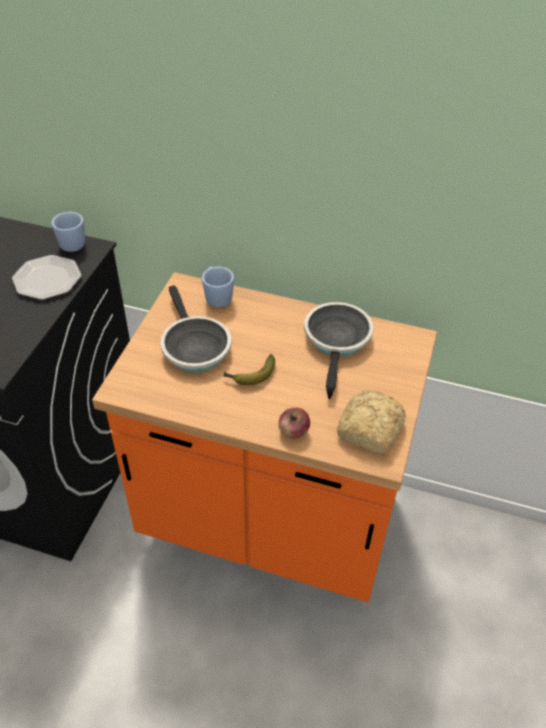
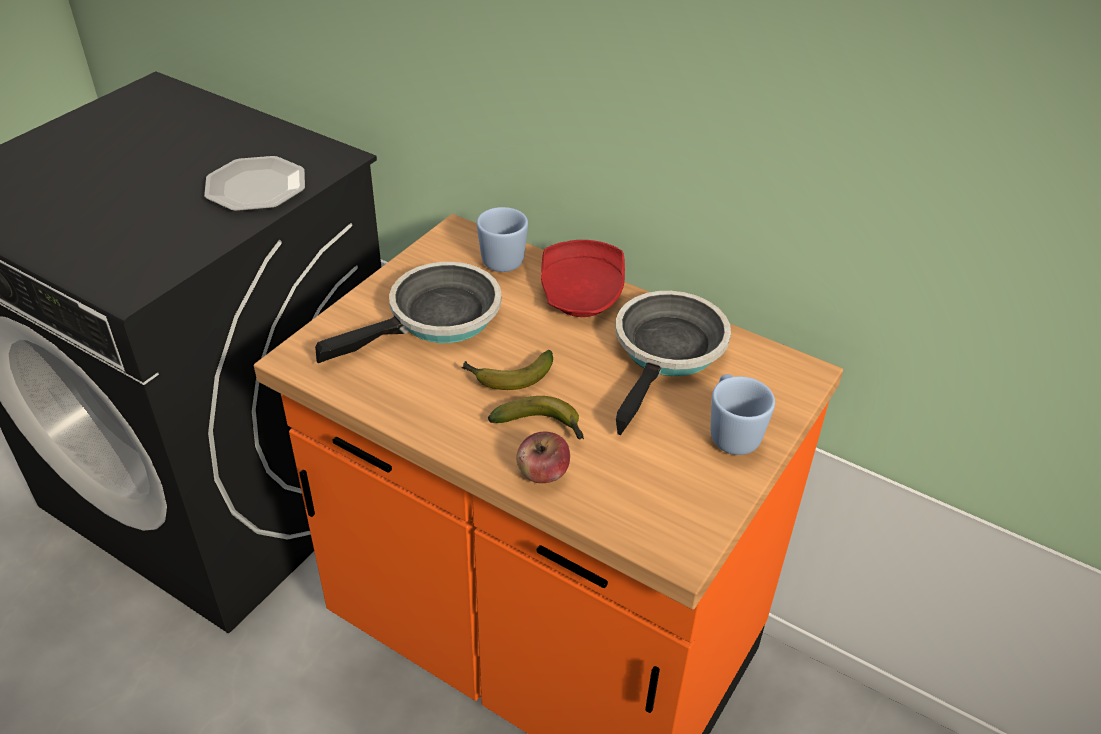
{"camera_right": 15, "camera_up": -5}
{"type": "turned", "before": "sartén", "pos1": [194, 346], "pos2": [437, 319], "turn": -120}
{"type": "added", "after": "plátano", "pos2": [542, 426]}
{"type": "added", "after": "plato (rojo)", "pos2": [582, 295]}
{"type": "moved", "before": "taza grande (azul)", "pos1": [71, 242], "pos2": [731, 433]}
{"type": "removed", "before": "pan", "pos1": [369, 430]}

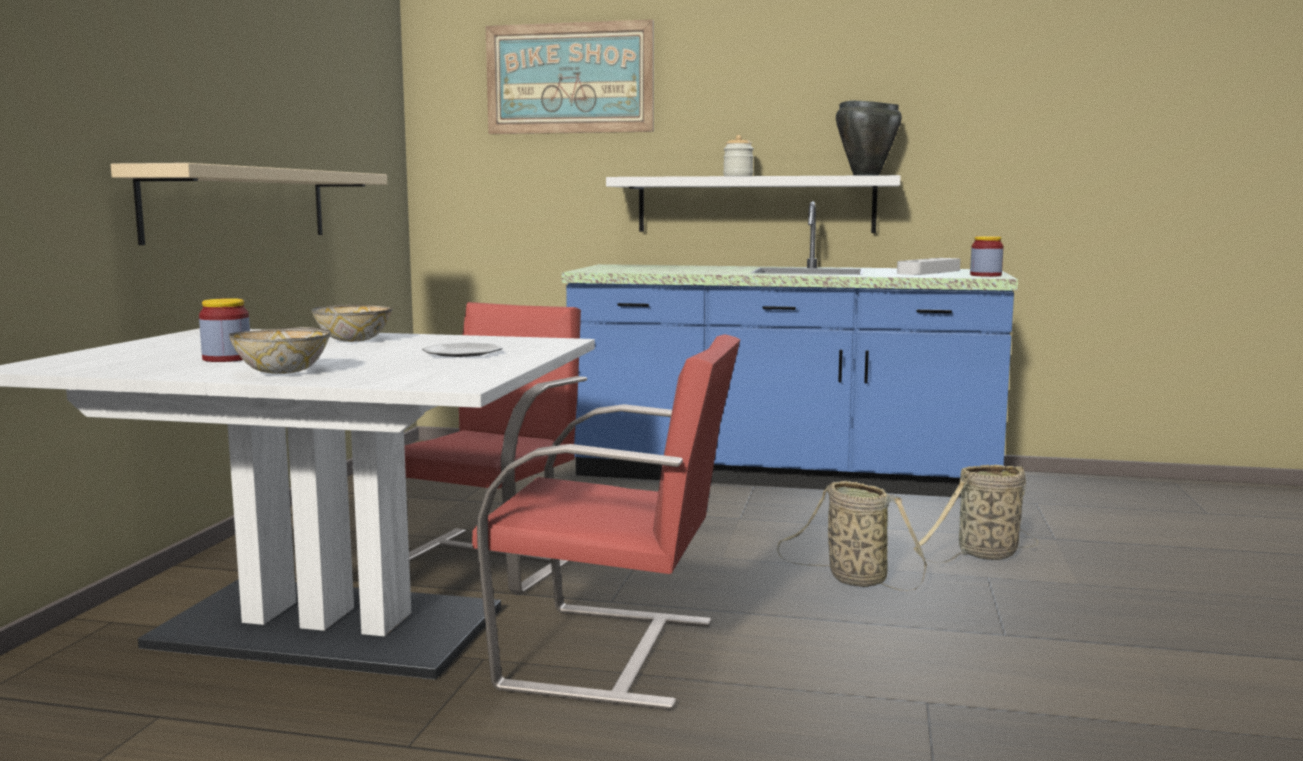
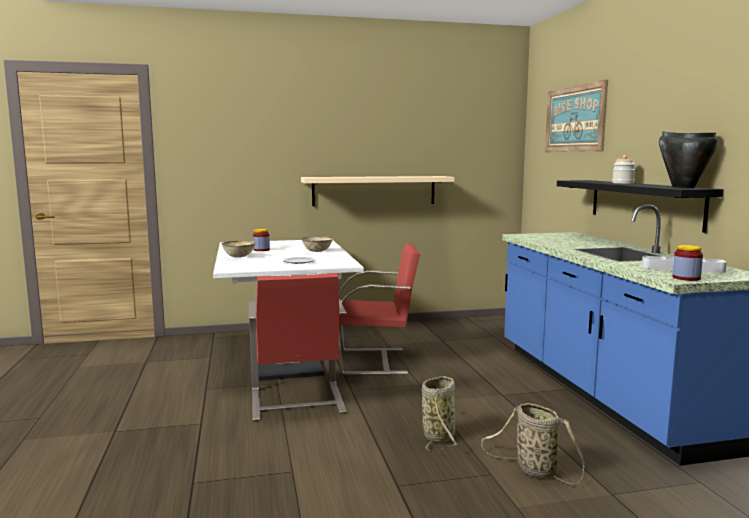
{"camera_right": 65, "camera_up": 0}
{"type": "recoloured", "before": "estante (blanco)", "after": "estante (negro)", "pos1": [755, 205], "pos2": [643, 203]}

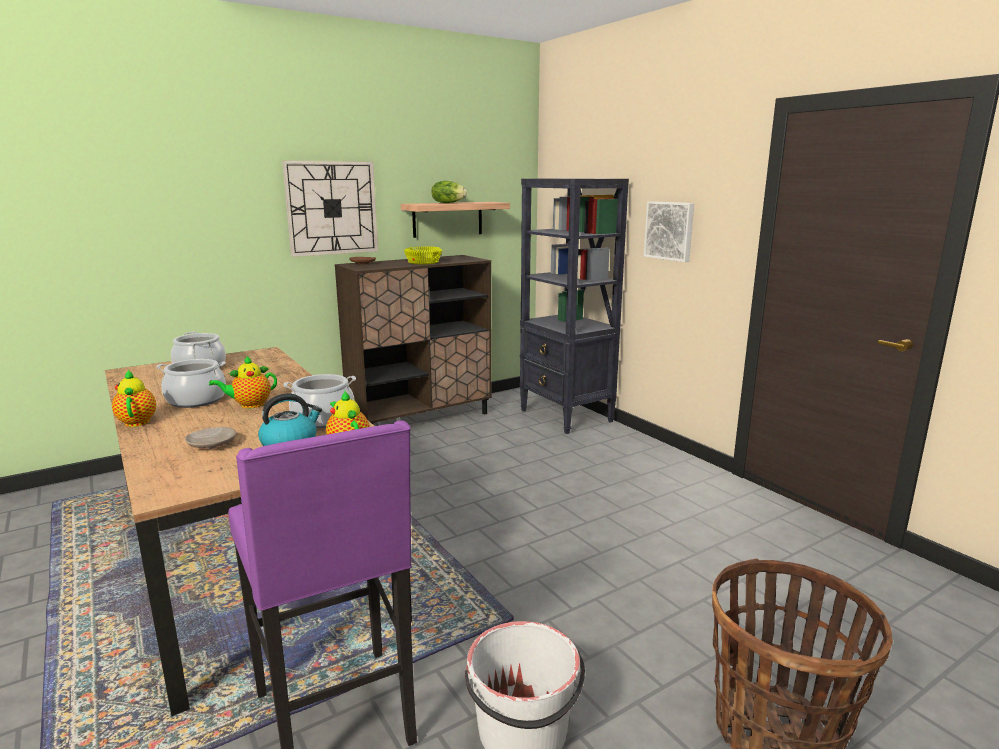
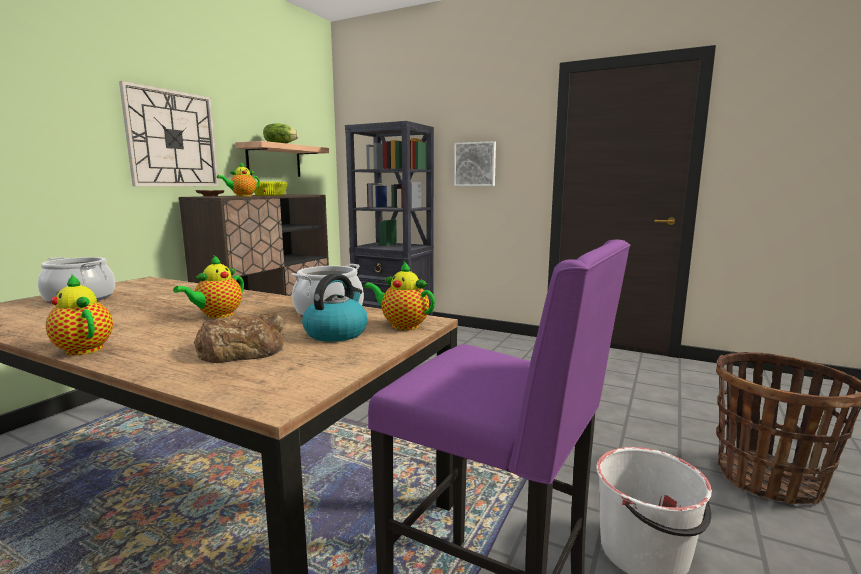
{"camera_right": -30, "camera_up": -5}
{"type": "replaced", "before": "plato (beis)", "after": "pan", "pos1": [212, 444], "pos2": [242, 349]}
{"type": "added", "after": "tetera", "pos2": [242, 196]}
{"type": "removed", "before": "olla", "pos1": [196, 400]}

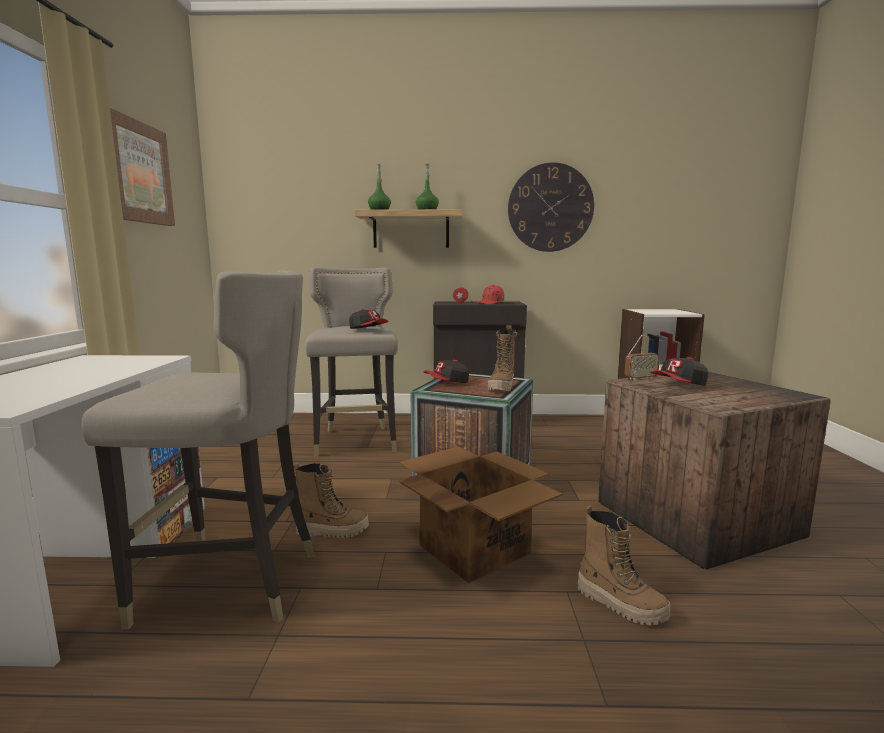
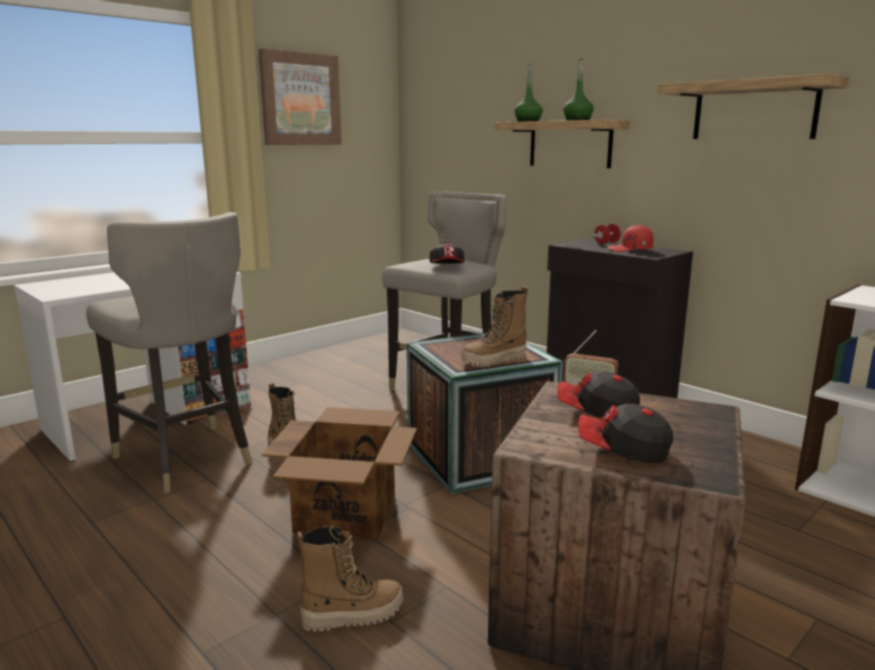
{"camera_right": 45, "camera_up": 5}
{"type": "turned", "before": "bota", "pos1": [620, 604], "pos2": [353, 615], "turn": -105}
{"type": "moved", "before": "gorra", "pos1": [447, 383], "pos2": [622, 450]}
{"type": "replaced", "before": "reloj de pared", "after": "estante", "pos1": [550, 208], "pos2": [754, 110]}

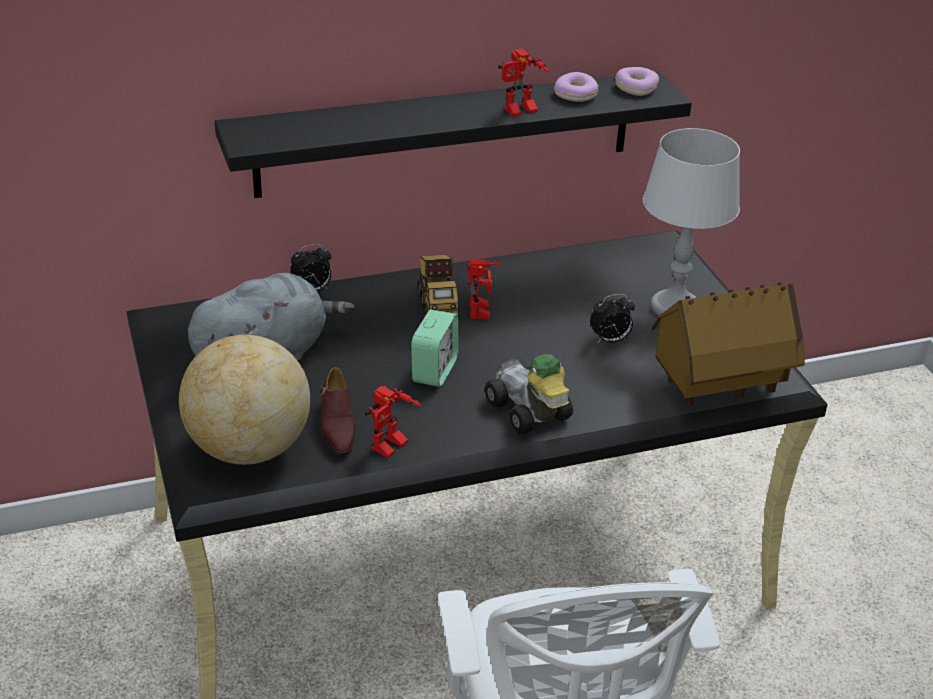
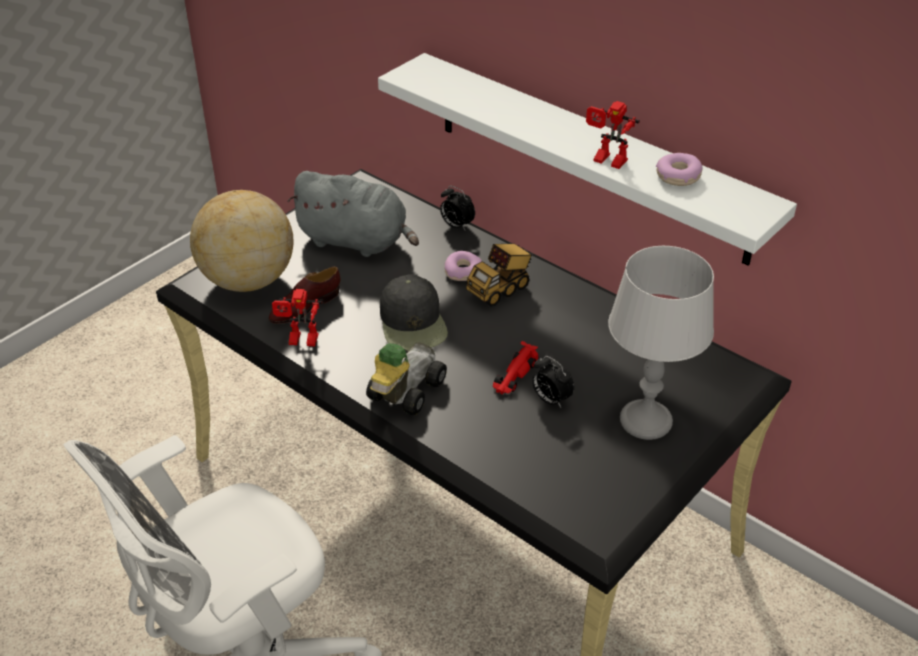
{"camera_right": 60, "camera_up": 5}
{"type": "recoloured", "before": "estante (negro)", "after": "estante (blanco)", "pos1": [446, 134], "pos2": [589, 156]}
{"type": "replaced", "before": "despertador", "after": "gorra (negro)", "pos1": [434, 371], "pos2": [413, 323]}
{"type": "moved", "before": "rosquilla", "pos1": [635, 88], "pos2": [463, 272]}
{"type": "added", "after": "coche de juguete (rojo)", "pos2": [514, 375]}
{"type": "removed", "before": "robot de juguete", "pos1": [483, 312]}
{"type": "removed", "before": "casita", "pos1": [720, 387]}

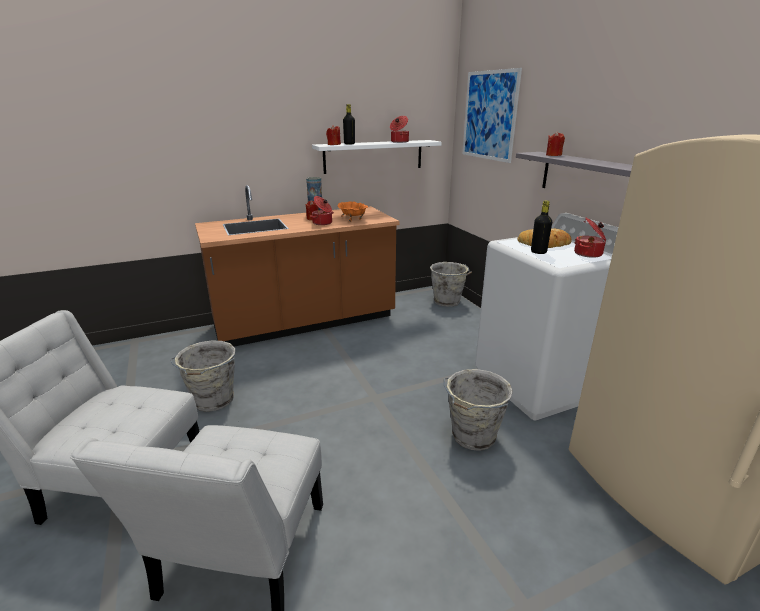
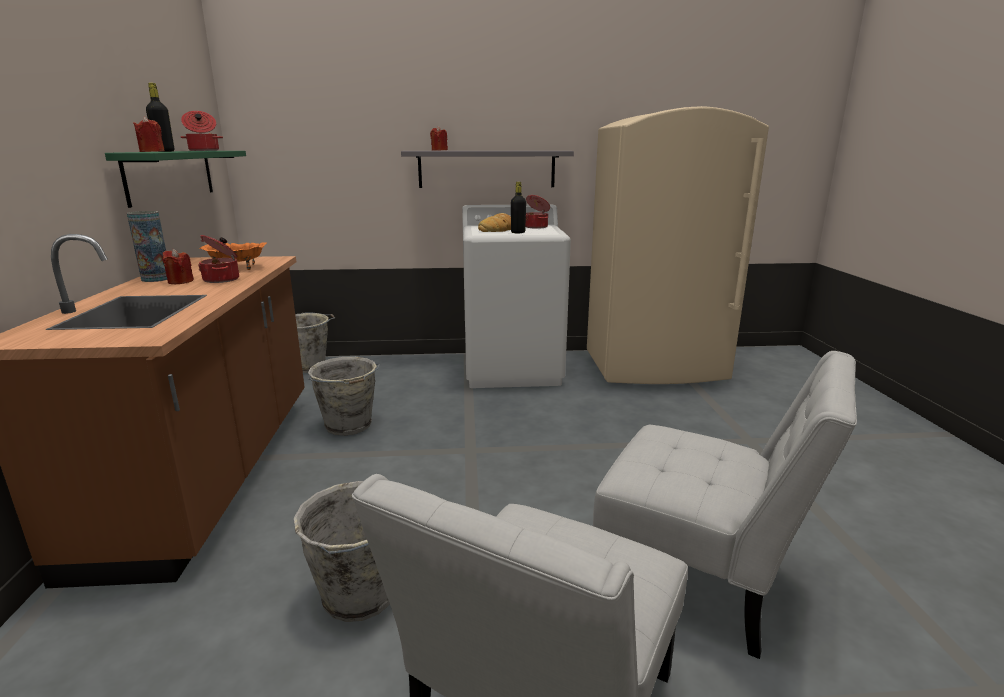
{"camera_right": -70, "camera_up": -5}
{"type": "recoloured", "before": "estante (blanco)", "after": "estante (verde)", "pos1": [373, 156], "pos2": [171, 175]}
{"type": "moved", "before": "cubo (gris)", "pos1": [472, 437], "pos2": [349, 426]}
{"type": "removed", "before": "cuadro", "pos1": [489, 115]}

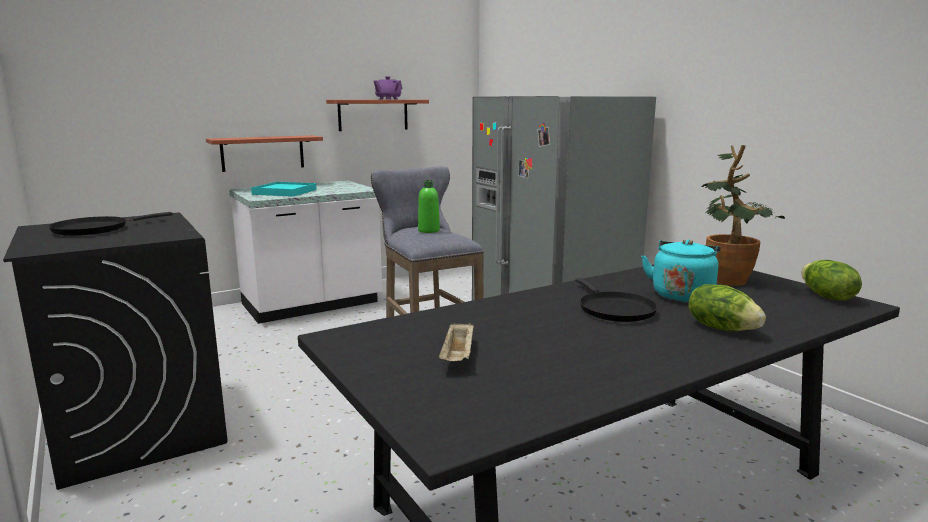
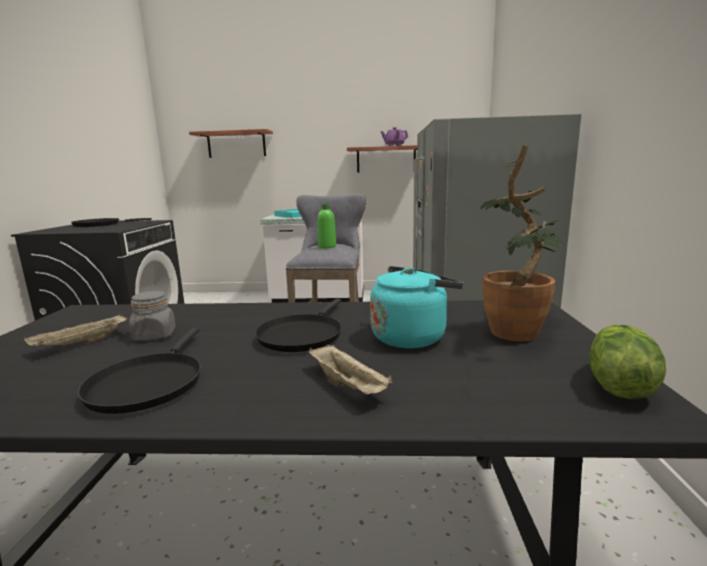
{"camera_right": 35, "camera_up": 0}
{"type": "added", "after": "sartén (negro)", "pos2": [148, 383]}
{"type": "added", "after": "tarro (gris)", "pos2": [154, 335]}
{"type": "moved", "before": "estante", "pos1": [263, 153], "pos2": [236, 144]}
{"type": "replaced", "before": "lechuga", "after": "bandeja (beis)", "pos1": [722, 328], "pos2": [349, 385]}

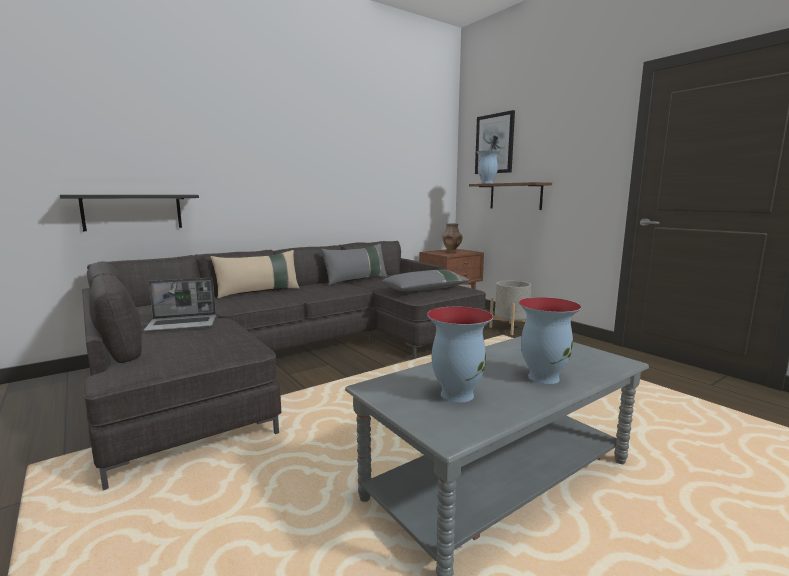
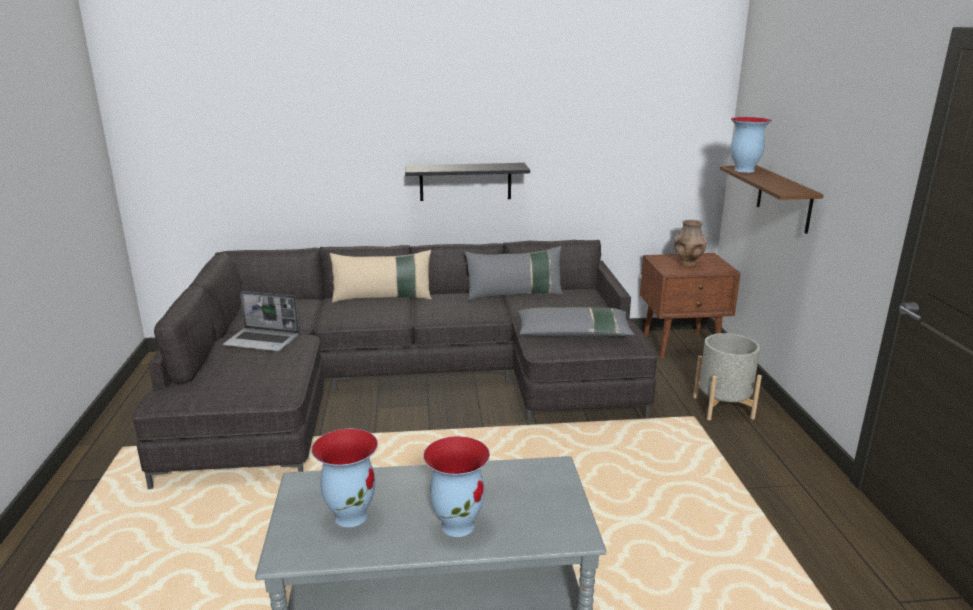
{"camera_right": 30, "camera_up": 10}
{"type": "moved", "before": "estante (negro)", "pos1": [133, 212], "pos2": [465, 181]}
{"type": "removed", "before": "cuadro", "pos1": [494, 144]}

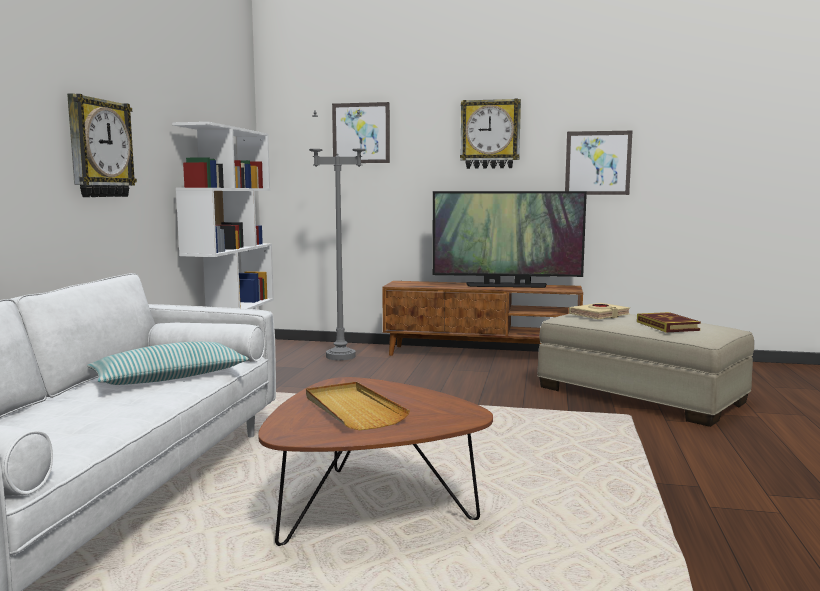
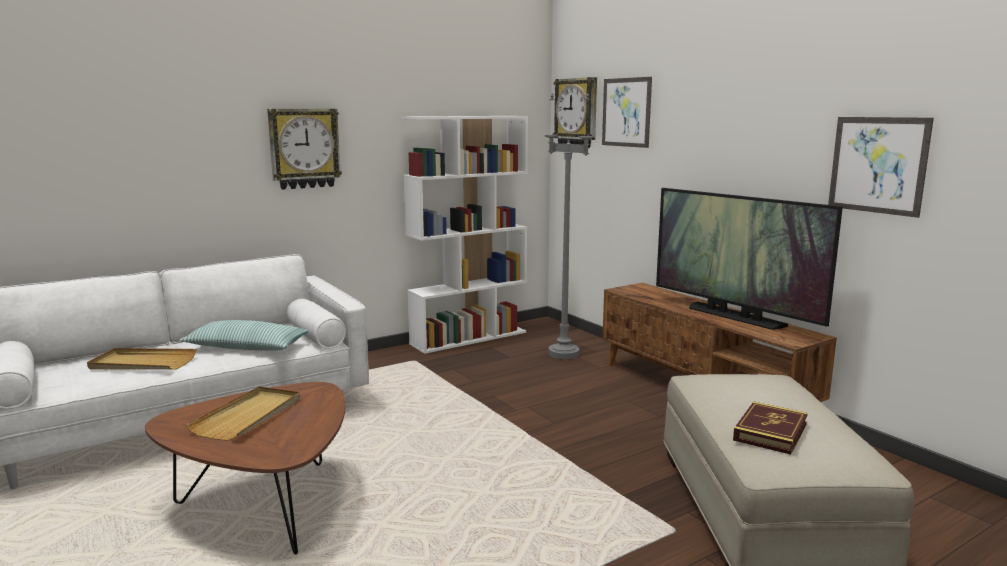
{"camera_right": 45, "camera_up": 5}
{"type": "added", "after": "bandeja (beis)", "pos2": [142, 363]}
{"type": "moved", "before": "reloj de pared", "pos1": [490, 134], "pos2": [577, 113]}
{"type": "removed", "before": "libro (beis)", "pos1": [599, 315]}

